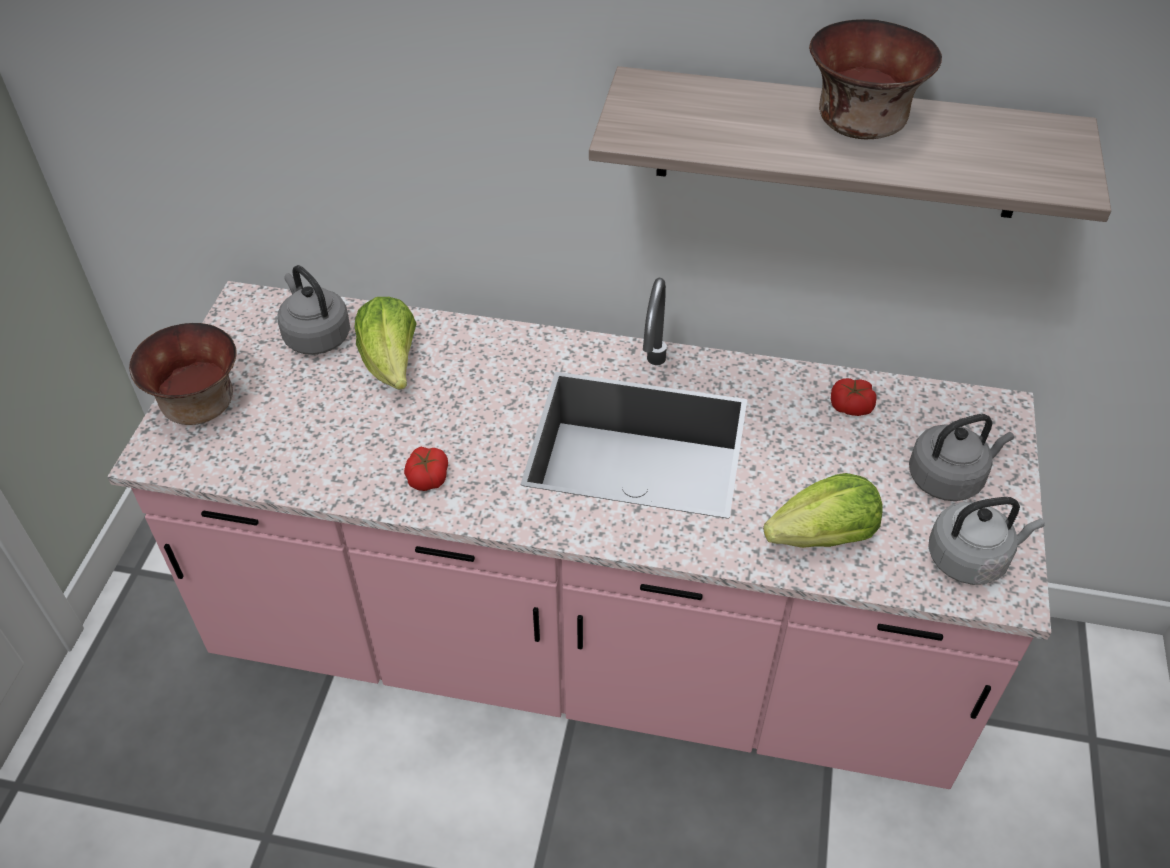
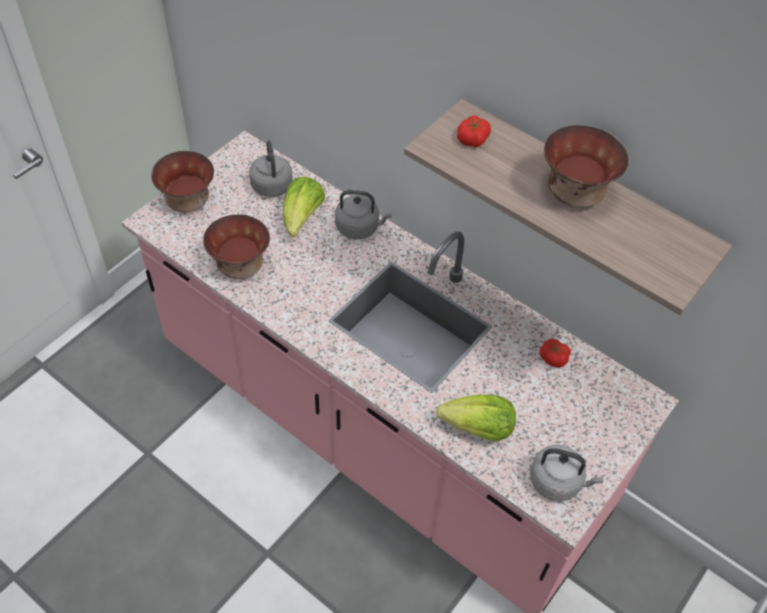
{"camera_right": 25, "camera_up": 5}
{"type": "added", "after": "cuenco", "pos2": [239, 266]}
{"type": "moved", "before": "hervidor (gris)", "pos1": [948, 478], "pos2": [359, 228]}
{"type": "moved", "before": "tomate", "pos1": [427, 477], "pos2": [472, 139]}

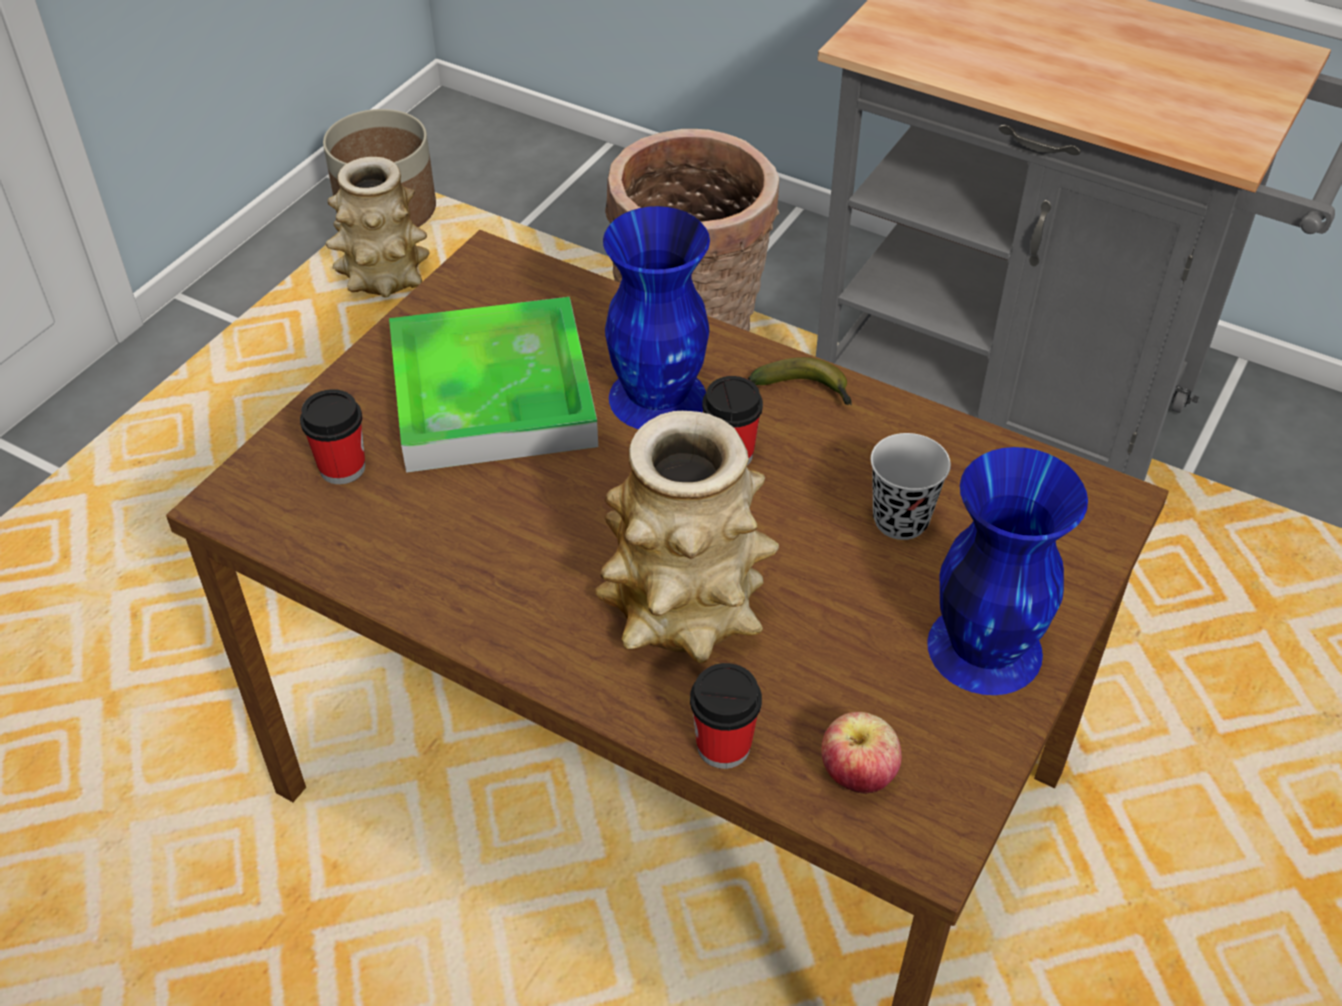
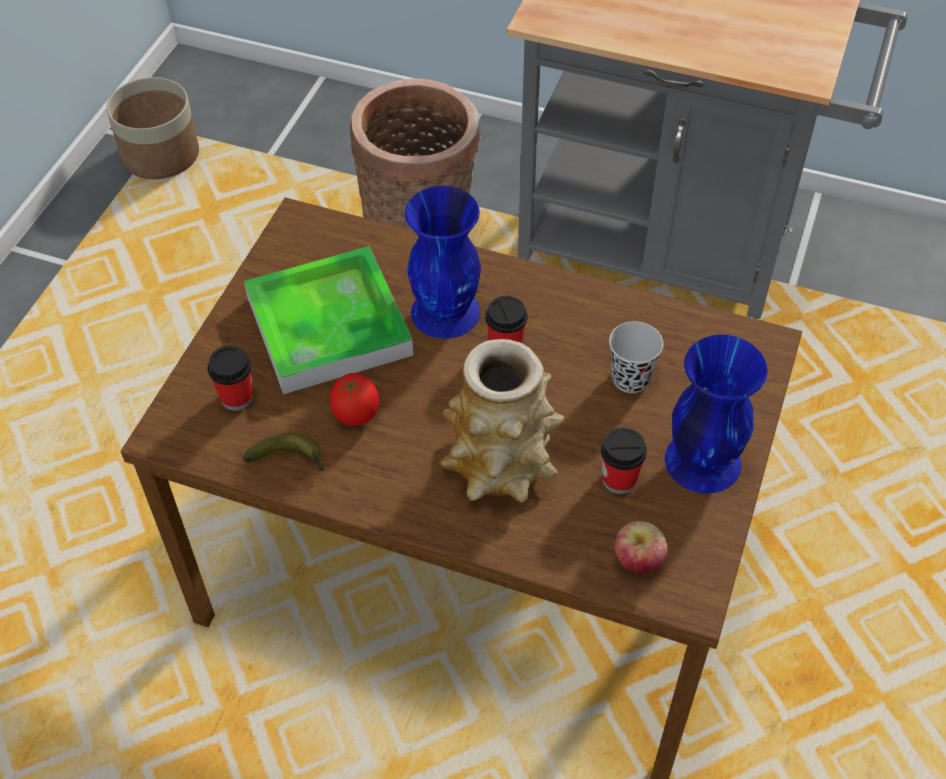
{"camera_right": -10, "camera_up": 5}
{"type": "moved", "before": "plátano", "pos1": [806, 391], "pos2": [290, 459]}
{"type": "added", "after": "tomate", "pos2": [356, 414]}
{"type": "moved", "before": "taza", "pos1": [723, 746], "pos2": [619, 479]}
{"type": "removed", "before": "florero", "pos1": [383, 277]}

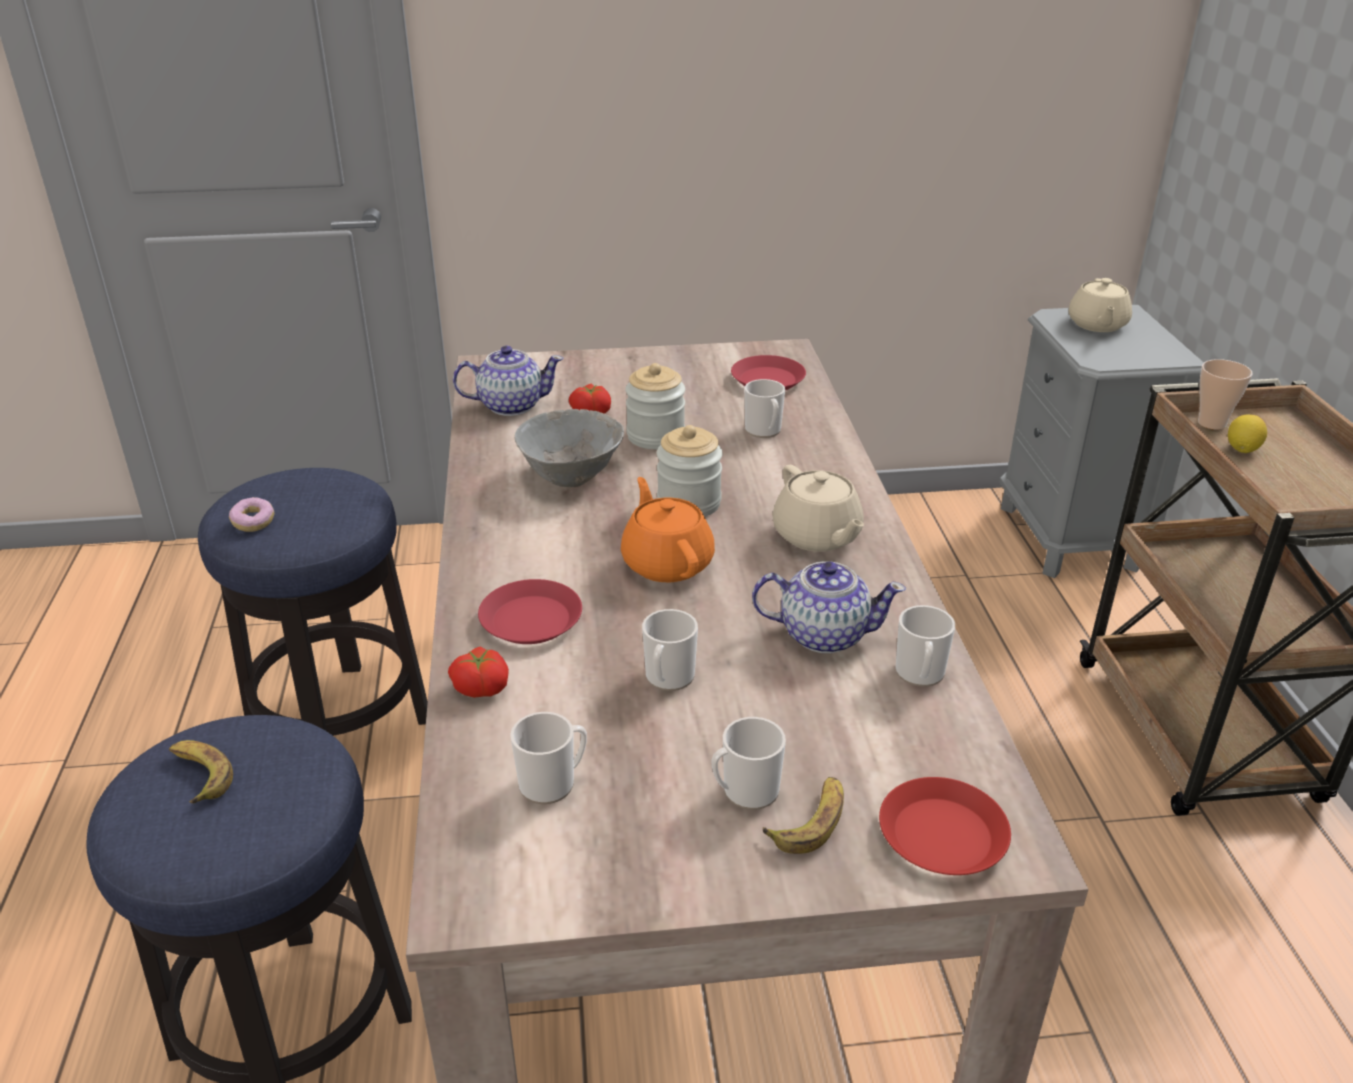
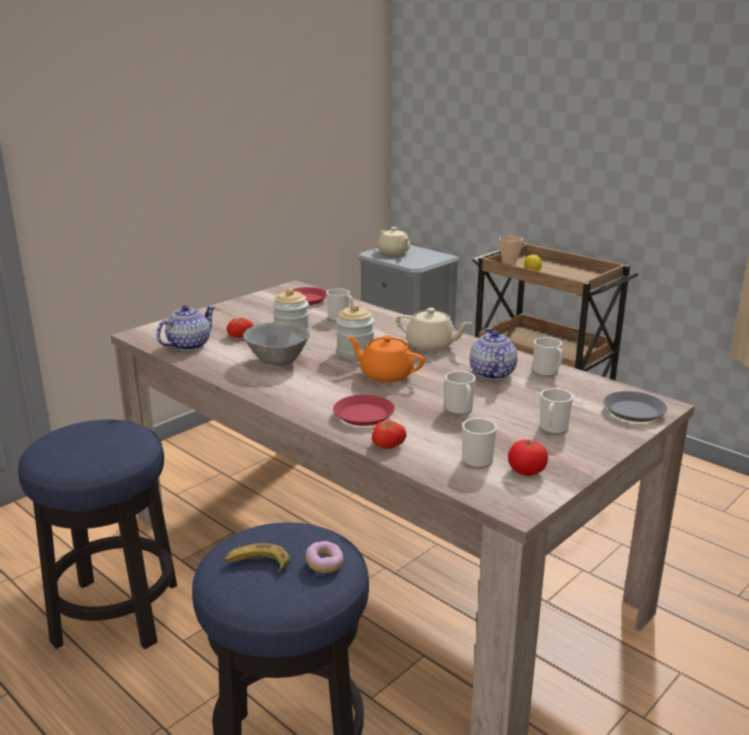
{"camera_right": -40, "camera_up": -10}
{"type": "moved", "before": "rosquilla", "pos1": [253, 523], "pos2": [324, 564]}
{"type": "turned", "before": "tetera", "pos1": [823, 634], "pos2": [491, 374], "turn": -60}
{"type": "added", "after": "tomate", "pos2": [526, 471]}
{"type": "recoloured", "before": "plato (rojo)", "after": "plato (gris)", "pos1": [943, 835], "pos2": [634, 411]}
{"type": "removed", "before": "plátano", "pos1": [810, 821]}

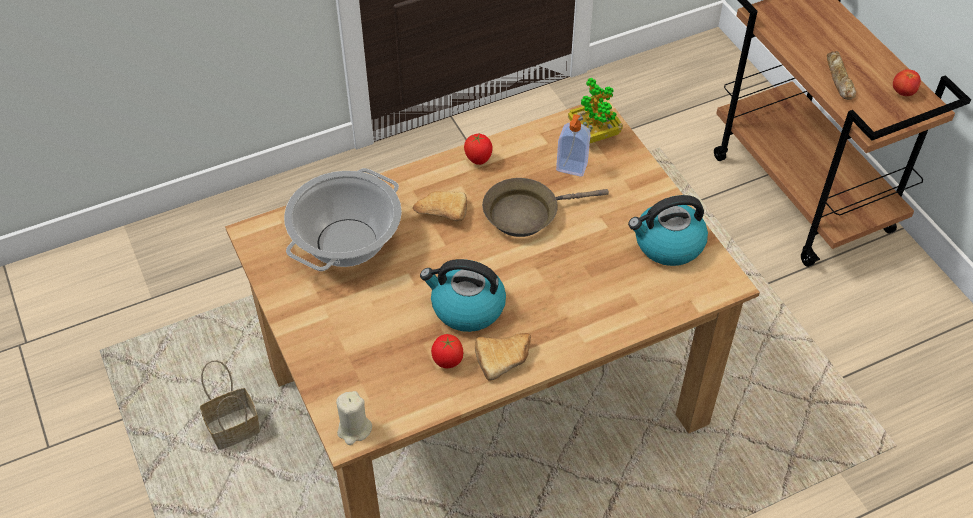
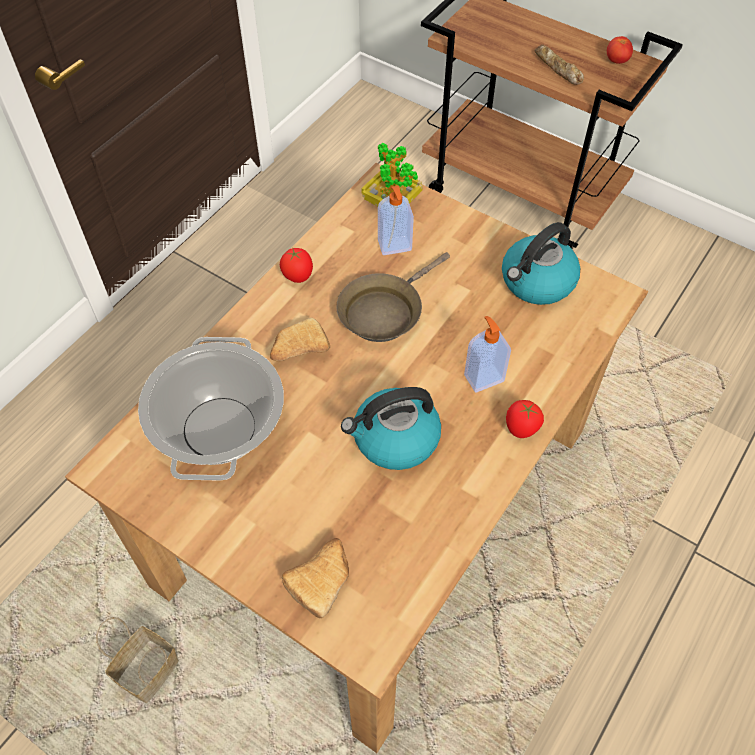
{"camera_right": -30, "camera_up": 5}
{"type": "moved", "before": "pan", "pos1": [505, 358], "pos2": [323, 579]}
{"type": "added", "after": "dispensador de jabón", "pos2": [483, 377]}
{"type": "moved", "before": "tomate", "pos1": [447, 362], "pos2": [521, 430]}
{"type": "removed", "before": "vela (beis)", "pos1": [354, 429]}

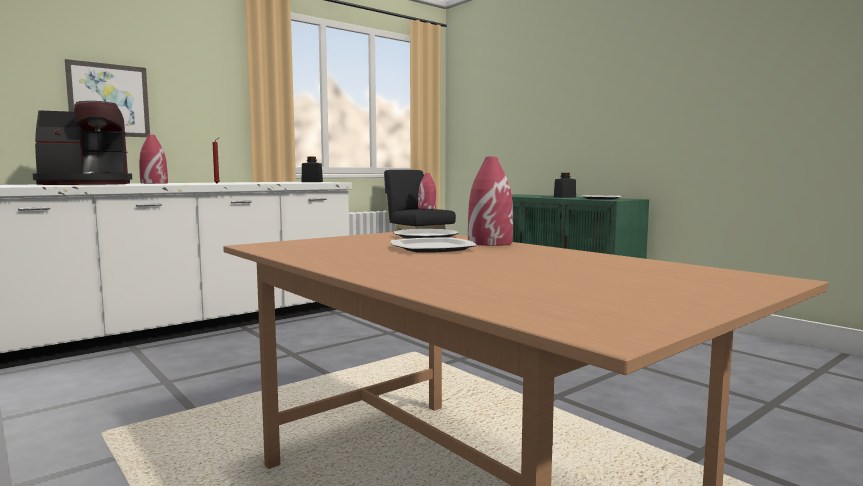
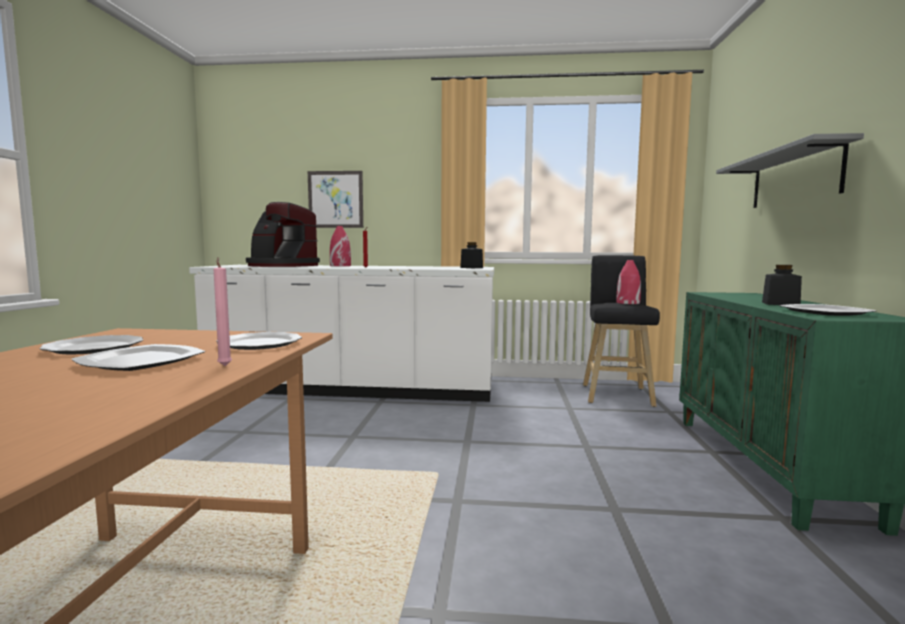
{"camera_right": 45, "camera_up": 0}
{"type": "added", "after": "plato", "pos2": [95, 348]}
{"type": "replaced", "before": "florero (rojo)", "after": "vela (rosa)", "pos1": [489, 242], "pos2": [224, 365]}
{"type": "added", "after": "estante (gris)", "pos2": [794, 178]}

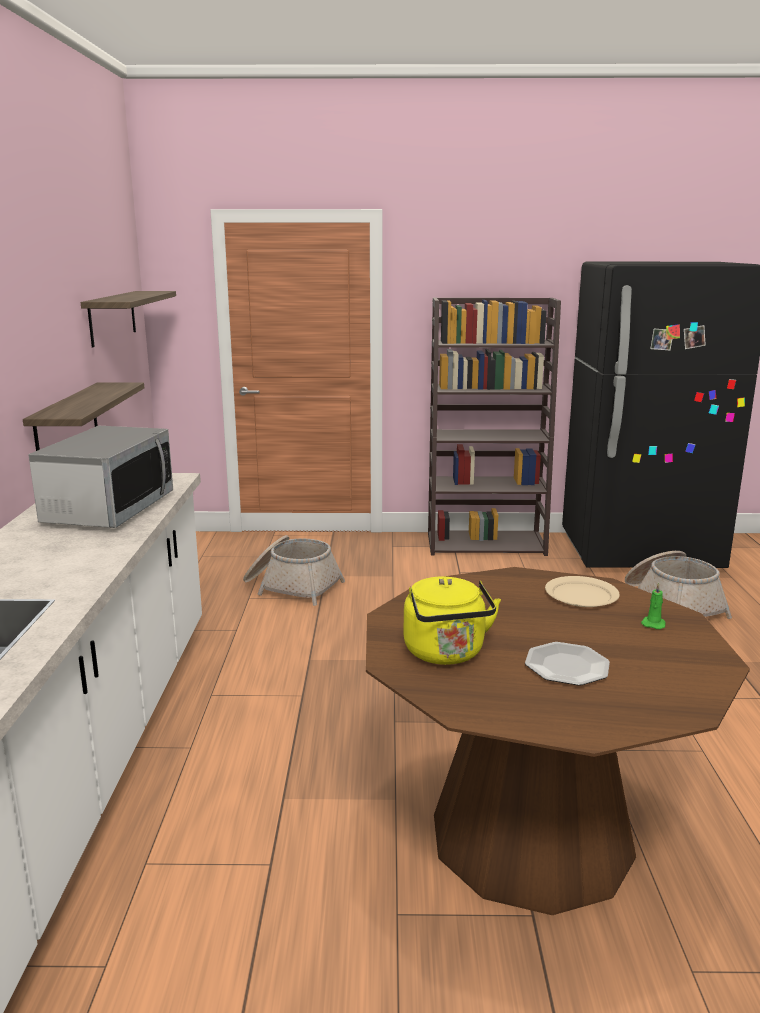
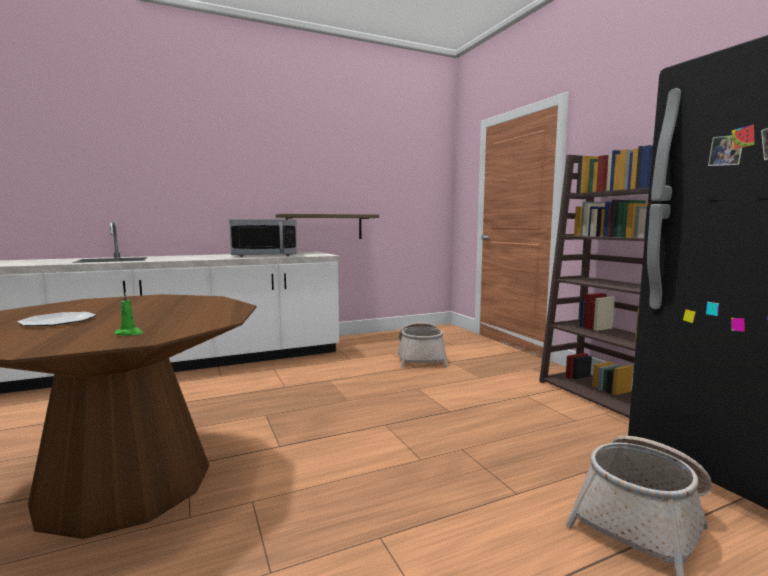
{"camera_right": 65, "camera_up": -10}
{"type": "removed", "before": "estante", "pos1": [112, 317]}
{"type": "removed", "before": "hervidor (amarillo)", "pos1": [446, 654]}
{"type": "removed", "before": "plato (beis)", "pos1": [581, 595]}

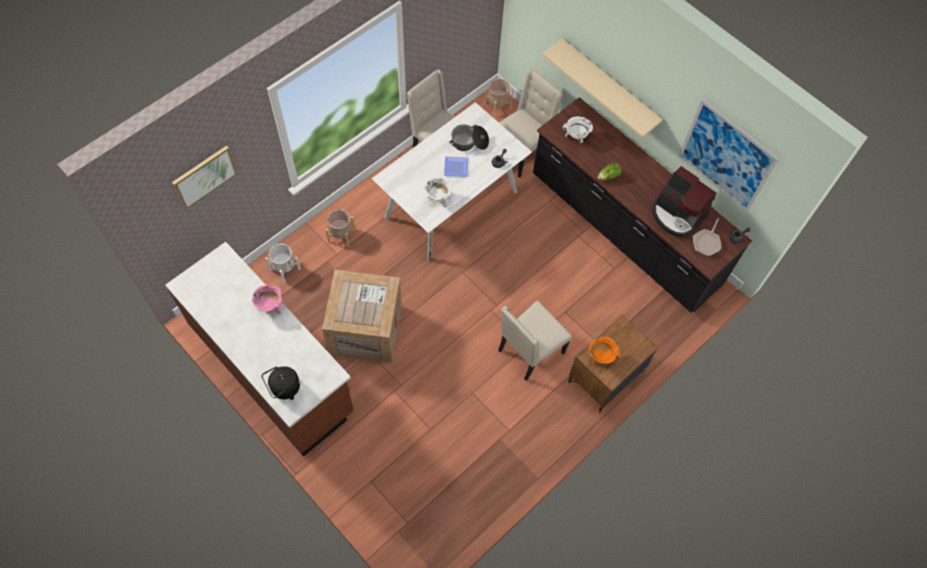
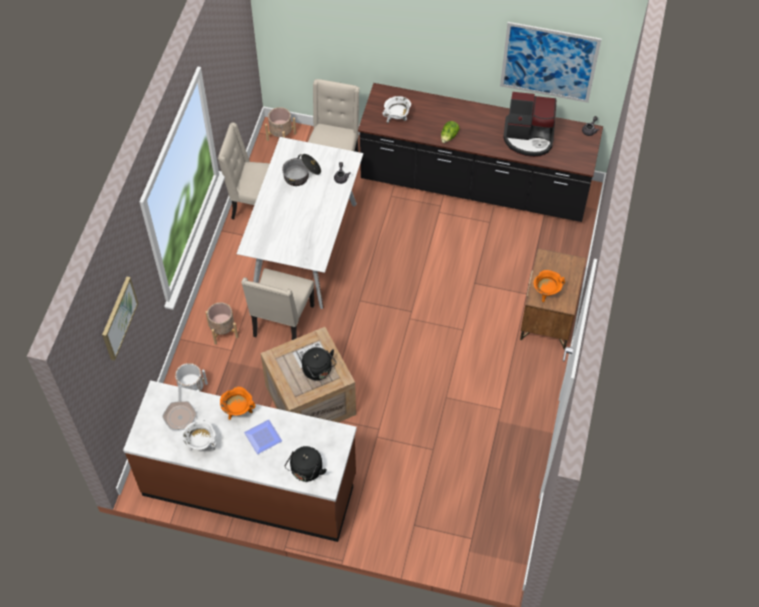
{"camera_right": -30, "camera_up": -5}
{"type": "moved", "before": "sartén", "pos1": [706, 242], "pos2": [180, 414]}
{"type": "moved", "before": "olla (blanco)", "pos1": [438, 198], "pos2": [202, 444]}
{"type": "recoloured", "before": "olla (rosa)", "after": "olla (naranja)", "pos1": [270, 306], "pos2": [238, 411]}
{"type": "moved", "before": "silla (beis)", "pos1": [529, 352], "pos2": [282, 322]}
{"type": "moved", "before": "plato", "pos1": [457, 167], "pos2": [263, 436]}
{"type": "added", "after": "hervidor (negro)", "pos2": [319, 371]}
{"type": "removed", "before": "estante (beis)", "pos1": [609, 86]}

